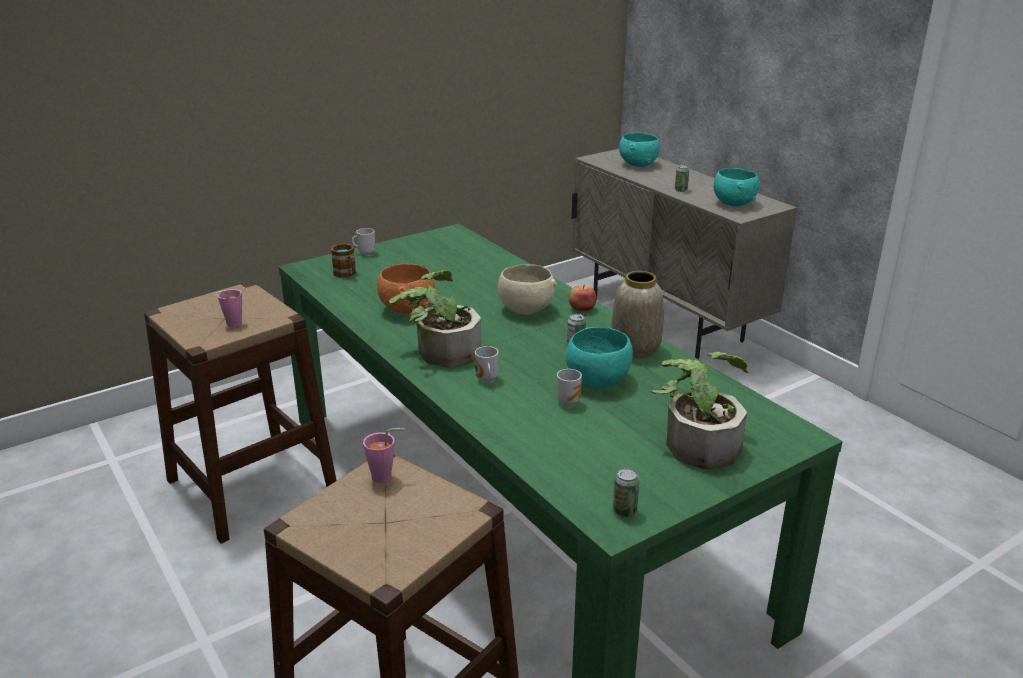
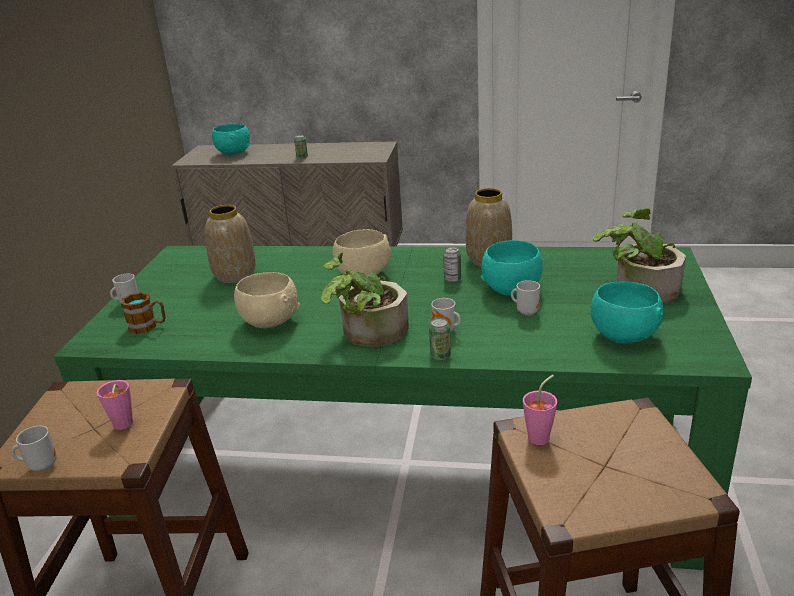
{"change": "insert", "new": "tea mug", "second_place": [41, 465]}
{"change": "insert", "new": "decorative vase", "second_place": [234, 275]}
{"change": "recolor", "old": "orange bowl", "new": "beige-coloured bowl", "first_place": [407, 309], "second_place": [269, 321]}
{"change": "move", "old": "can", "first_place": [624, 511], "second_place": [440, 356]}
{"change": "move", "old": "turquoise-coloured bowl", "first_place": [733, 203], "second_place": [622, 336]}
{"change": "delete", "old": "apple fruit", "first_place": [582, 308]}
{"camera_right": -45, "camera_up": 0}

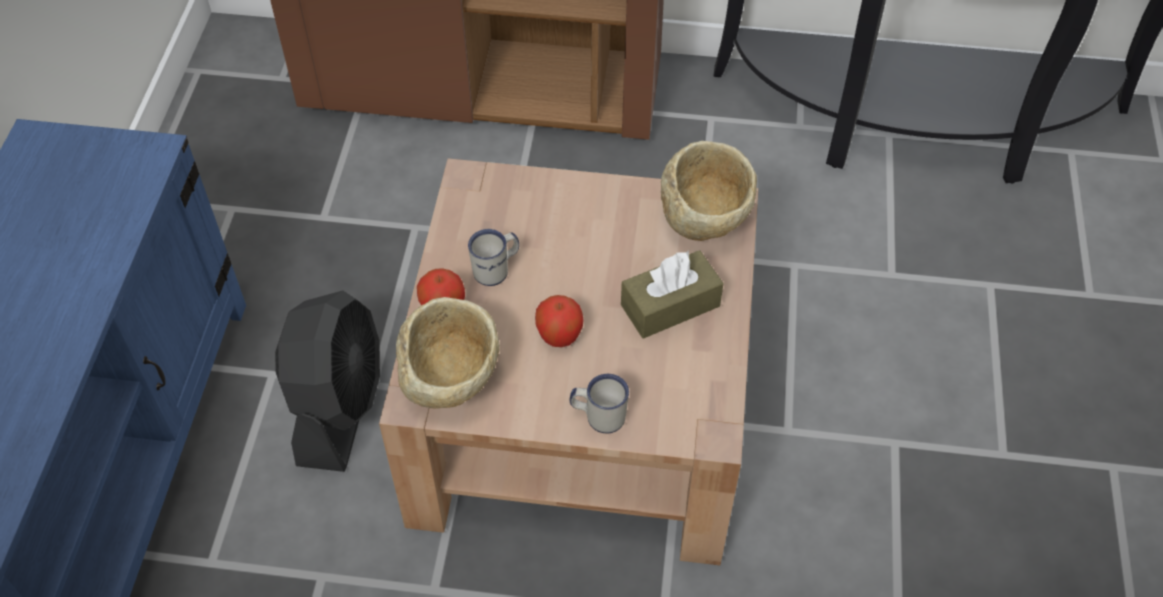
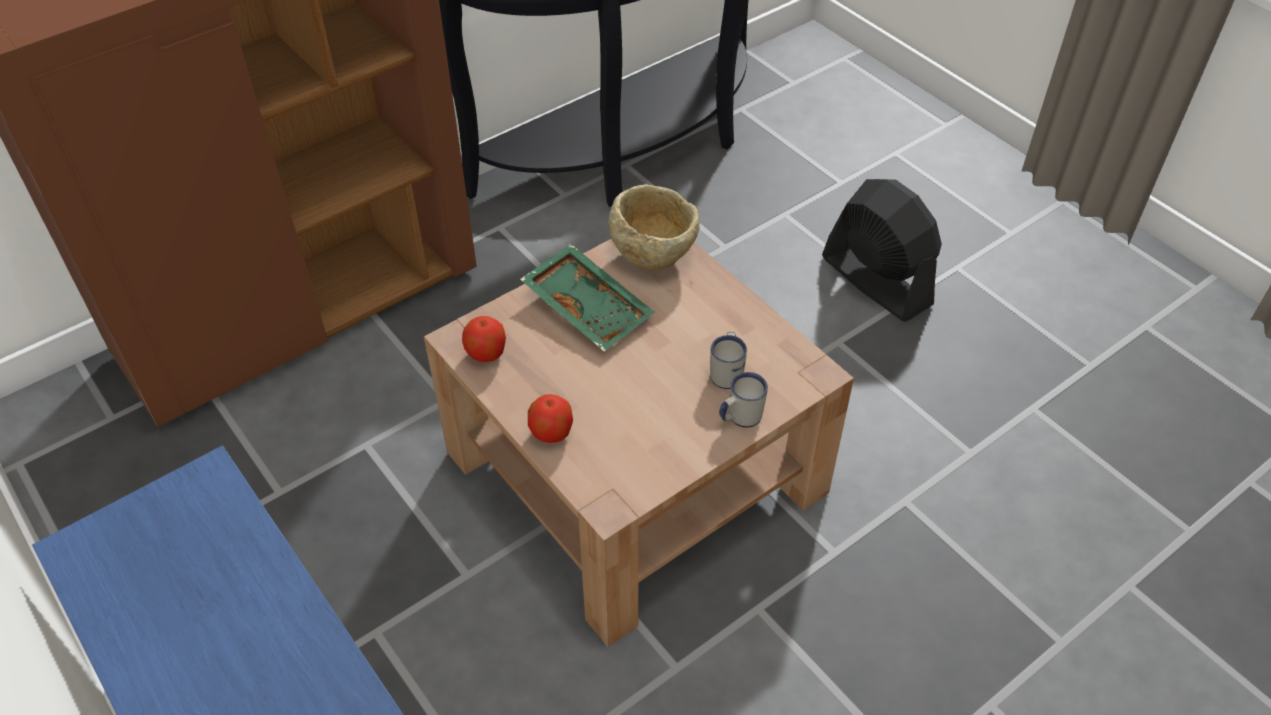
{"change": "move", "old": "apple fruit", "first_place": [559, 335], "second_place": [486, 353]}
{"change": "insert", "new": "green serving tray", "second_place": [589, 307]}
{"change": "move", "old": "white-coloured tea mug", "first_place": [496, 270], "second_place": [727, 372]}
{"change": "move", "old": "black-coloured cooling fan", "first_place": [339, 405], "second_place": [876, 280]}
{"change": "delete", "old": "beige-coloured bowl", "first_place": [451, 382]}
{"change": "delete", "old": "brownish tissue box", "first_place": [670, 305]}
{"camera_right": -45, "camera_up": -5}

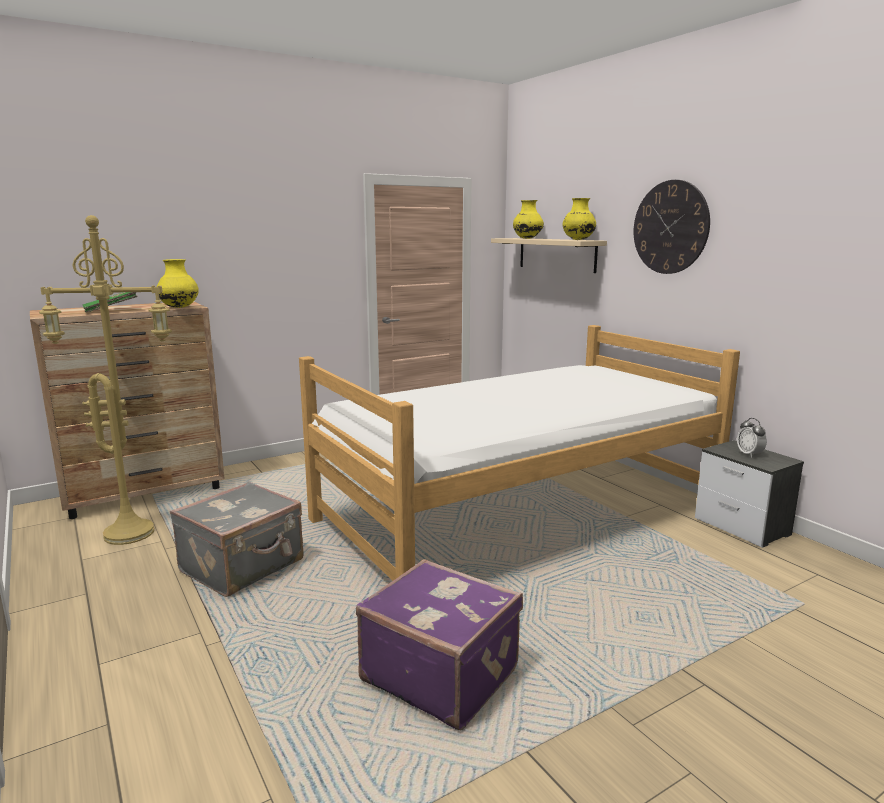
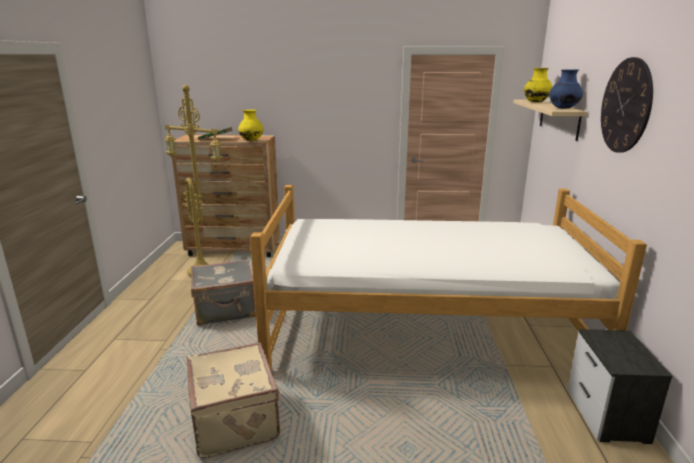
{"change": "recolor", "old": "purple-coloured suitcase", "new": "beige-coloured suitcase", "first_place": [441, 673], "second_place": [236, 419]}
{"change": "recolor", "old": "yellowish decorative vase", "new": "bluish decorative vase", "first_place": [578, 240], "second_place": [563, 108]}
{"change": "delete", "old": "alarm clock", "first_place": [749, 454]}
{"camera_right": 35, "camera_up": 5}

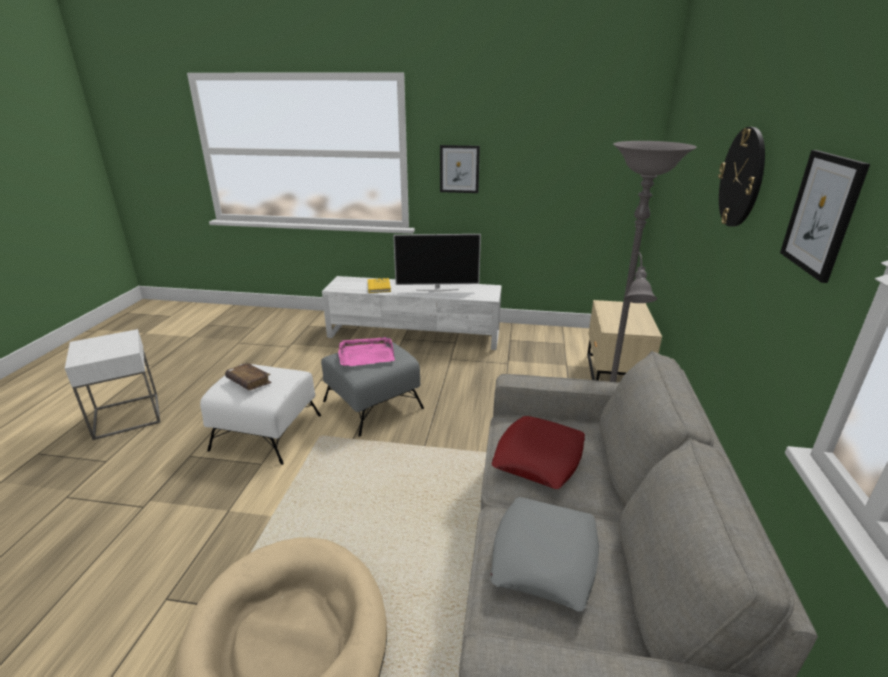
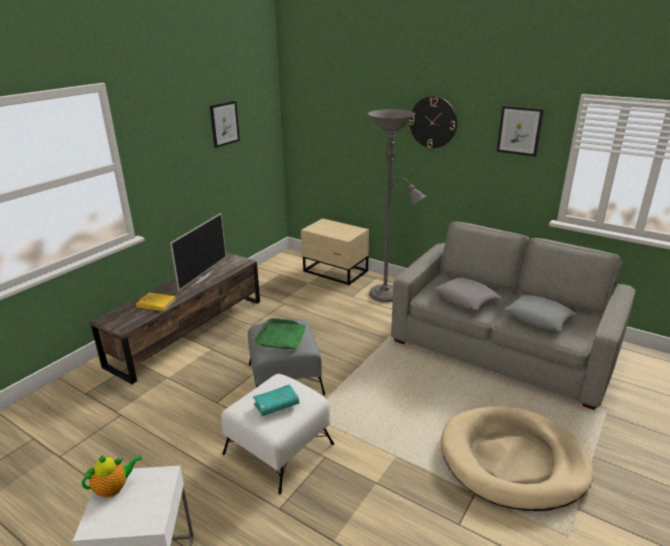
{"change": "insert", "new": "tea pot", "second_place": [114, 488]}
{"change": "recolor", "old": "white-coloured tv unit", "new": "brownish tv unit", "first_place": [415, 334], "second_place": [189, 331]}
{"change": "move", "old": "picture", "first_place": [459, 169], "second_place": [224, 123]}
{"change": "recolor", "old": "brownish volume", "new": "turquoise-coloured volume", "first_place": [249, 382], "second_place": [276, 405]}
{"change": "recolor", "old": "pink-coloured serving tray", "new": "green serving tray", "first_place": [366, 354], "second_place": [281, 336]}
{"change": "recolor", "old": "red cushion", "new": "gray cushion", "first_place": [539, 458], "second_place": [466, 298]}
{"camera_right": -65, "camera_up": 0}

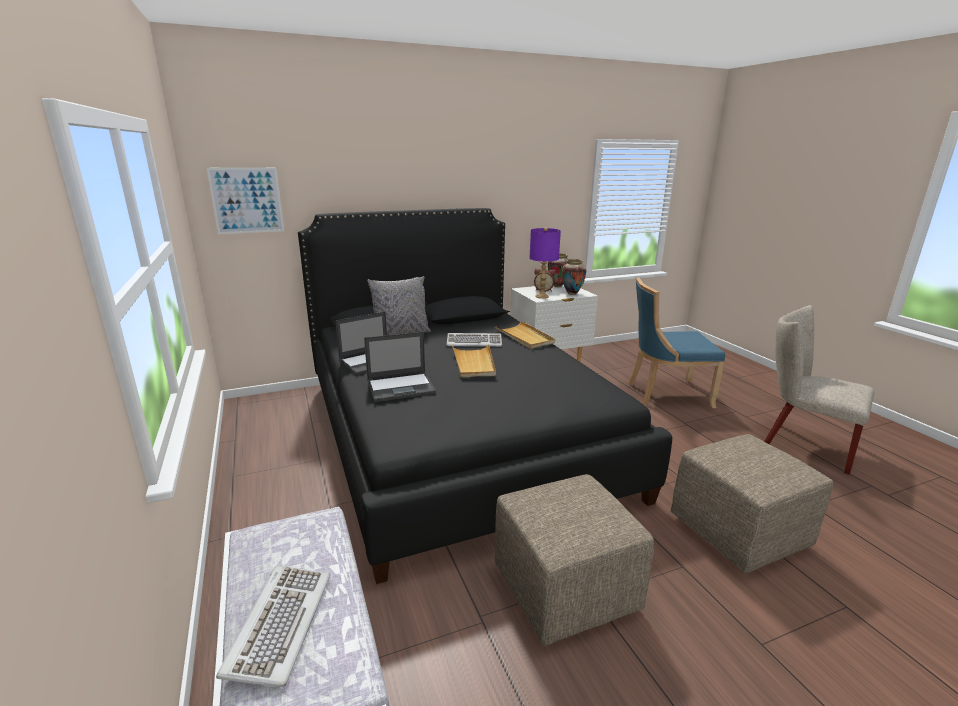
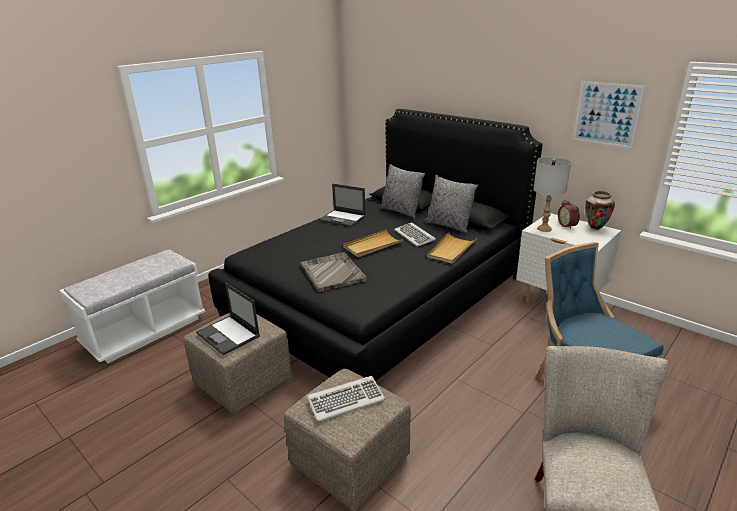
{"change": "move", "old": "portable computer", "first_place": [401, 387], "second_place": [228, 335]}
{"change": "insert", "new": "gray serving tray", "second_place": [332, 273]}
{"change": "move", "old": "keyboard", "first_place": [279, 624], "second_place": [346, 400]}
{"change": "insert", "new": "gray cushion", "second_place": [448, 226]}
{"change": "recolor", "old": "purple-coloured lamp for a table", "new": "gray lamp for a table", "first_place": [541, 296], "second_place": [544, 229]}
{"change": "move", "old": "picture", "first_place": [247, 200], "second_place": [607, 114]}
{"change": "delete", "old": "decorative vase", "first_place": [572, 294]}
{"camera_right": 65, "camera_up": 5}

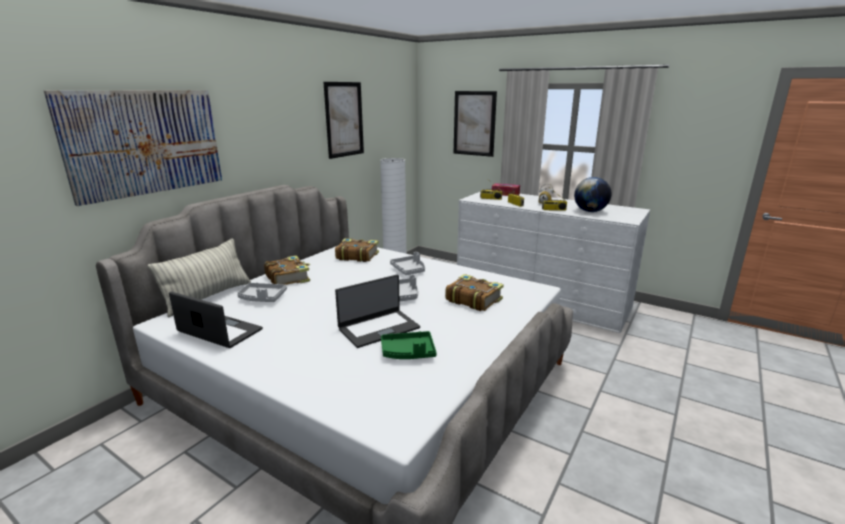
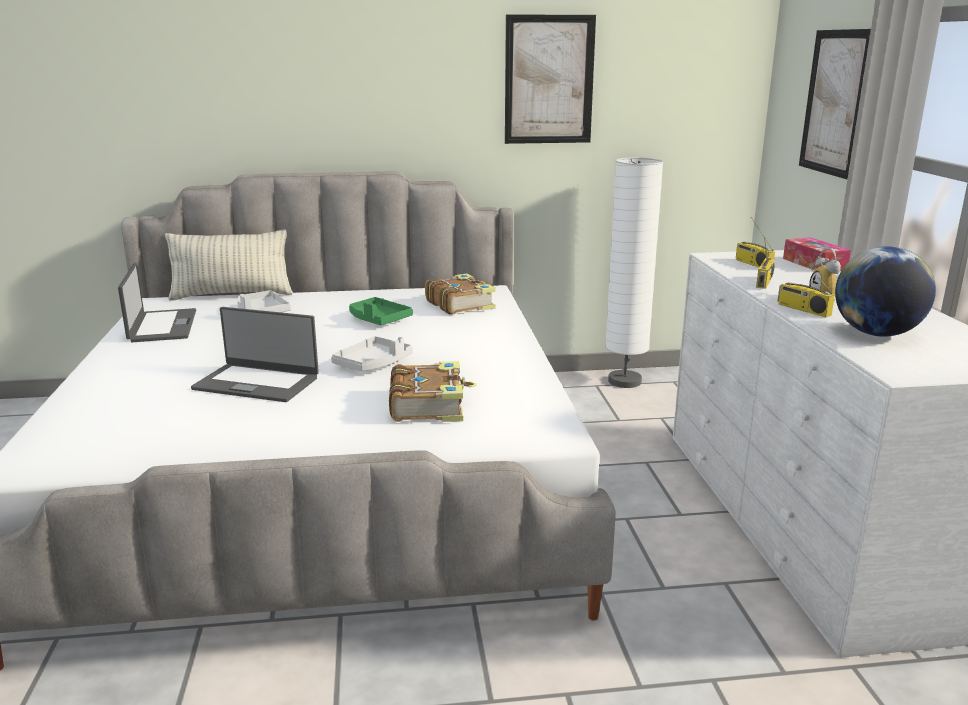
{"change": "move", "old": "green serving tray", "first_place": [408, 352], "second_place": [378, 319]}
{"change": "delete", "old": "picture", "first_place": [146, 142]}
{"change": "delete", "old": "volume", "first_place": [288, 278]}
{"change": "delete", "old": "gray serving tray", "first_place": [409, 270]}
{"camera_right": 50, "camera_up": 0}

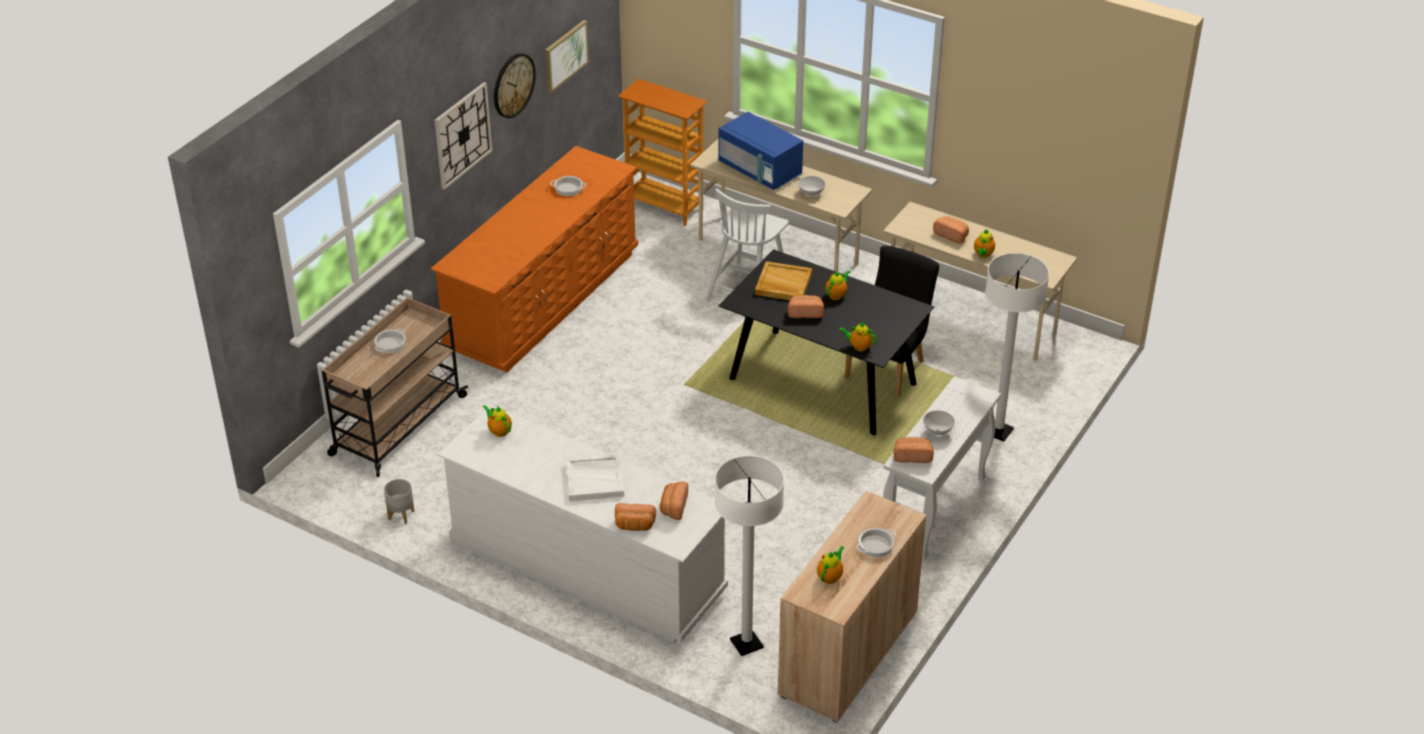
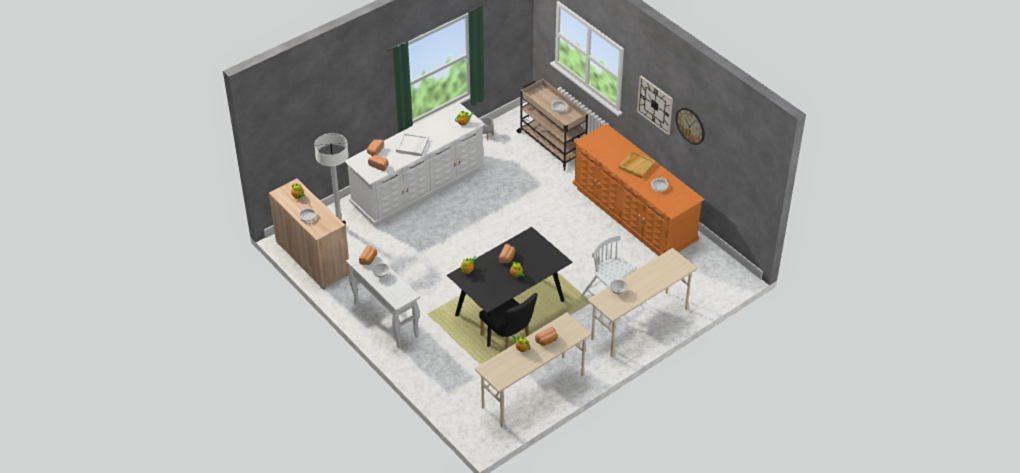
{"change": "move", "old": "beige-coloured serving tray", "first_place": [783, 284], "second_place": [637, 165]}
{"change": "delete", "old": "picture", "first_place": [565, 55]}
{"change": "delete", "old": "shelving unit", "first_place": [665, 206]}
{"change": "delete", "old": "bluish kitchen microwave", "first_place": [760, 171]}
{"change": "delete", "old": "white-coloured standing lamp", "first_place": [998, 431]}
{"camera_right": 110, "camera_up": 5}

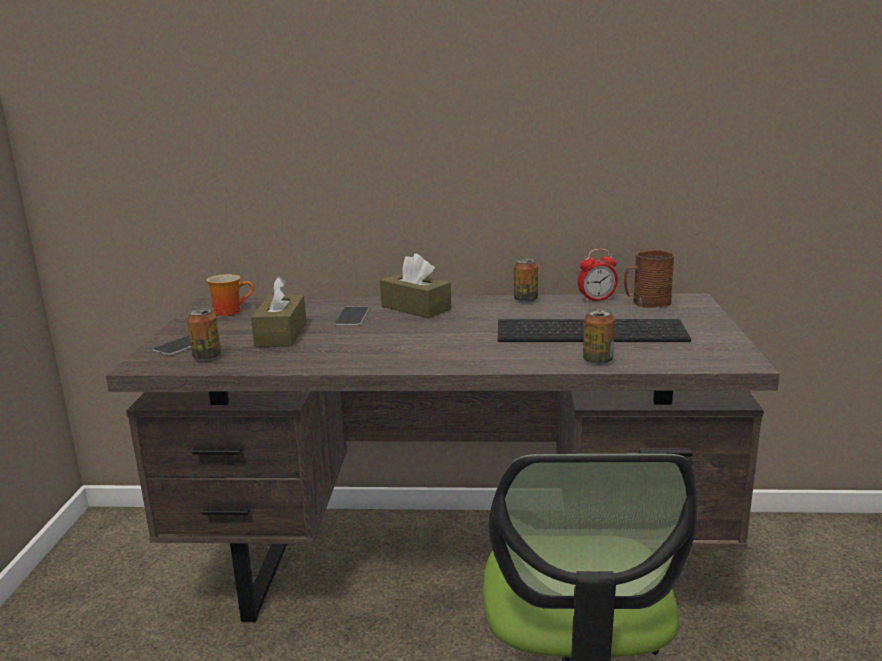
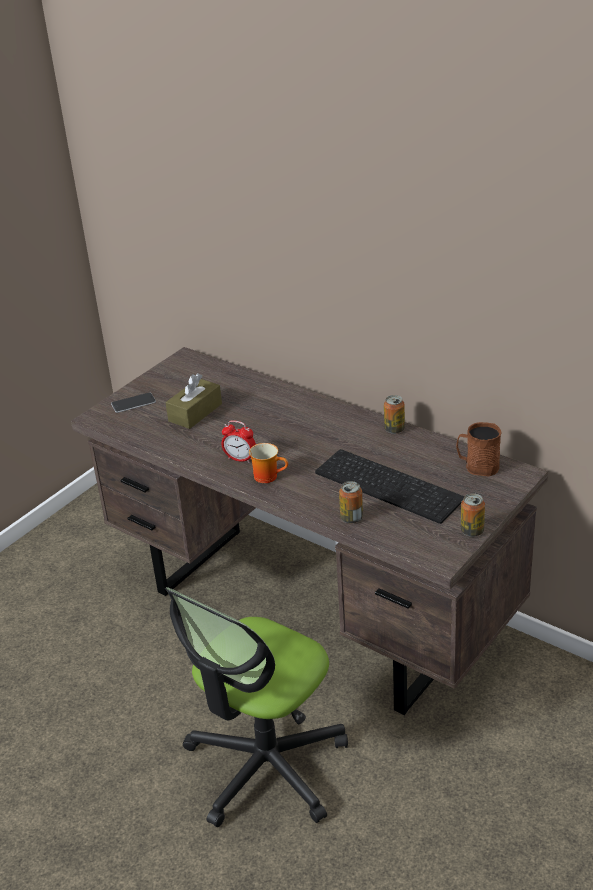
{"change": "move", "old": "alarm clock", "first_place": [596, 299], "second_place": [240, 459]}
{"change": "move", "old": "tea mug", "first_place": [231, 311], "second_place": [269, 476]}
{"change": "move", "old": "can", "first_place": [207, 357], "second_place": [472, 531]}
{"change": "delete", "old": "handset", "first_place": [352, 316]}
{"change": "delete", "old": "brownish tissue box", "first_place": [416, 308]}
{"camera_right": 35, "camera_up": 15}

